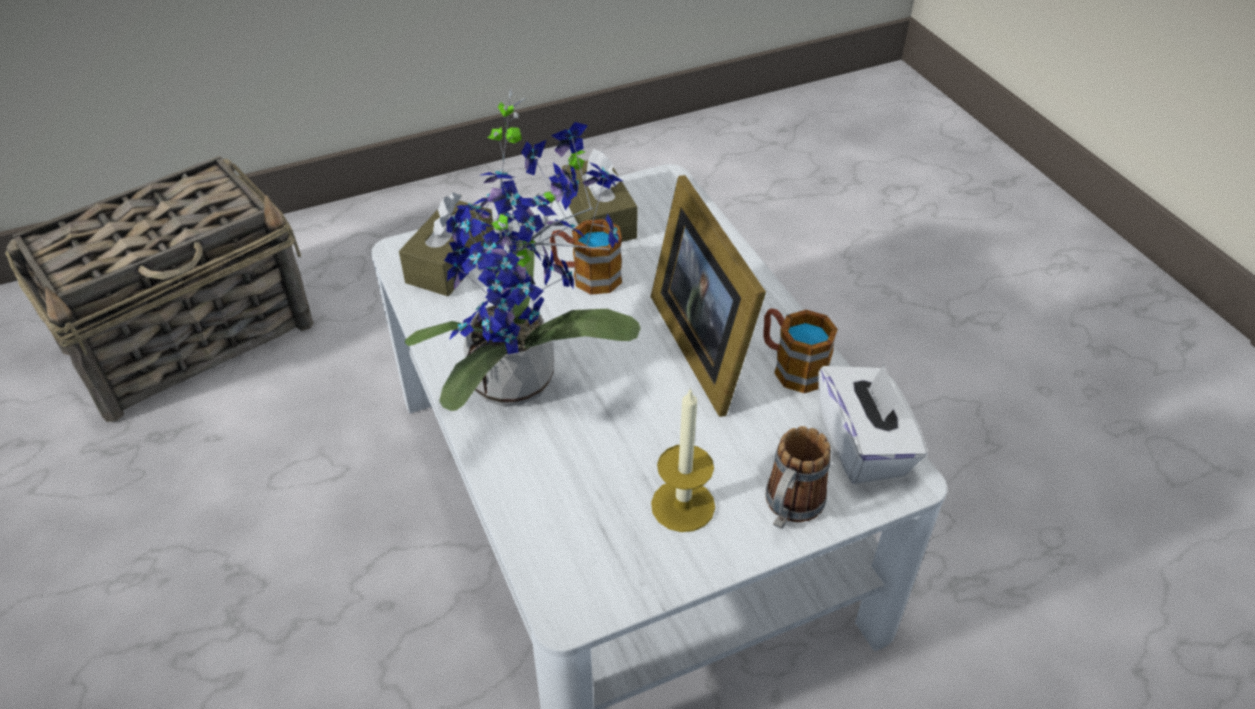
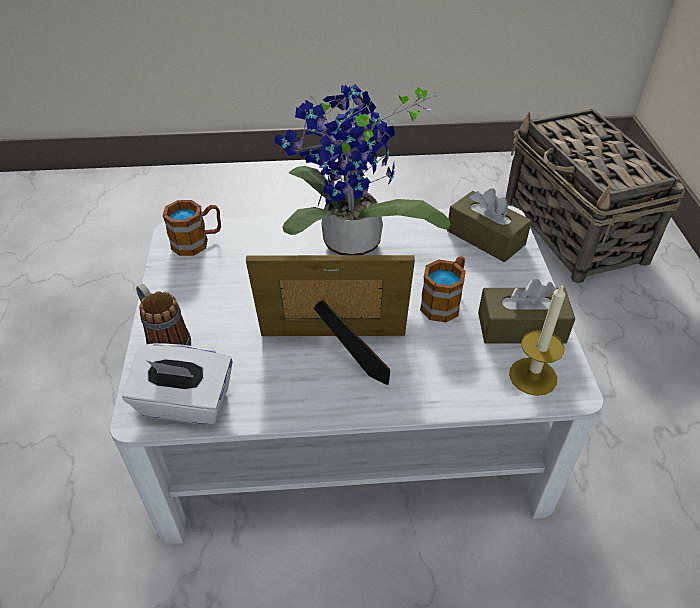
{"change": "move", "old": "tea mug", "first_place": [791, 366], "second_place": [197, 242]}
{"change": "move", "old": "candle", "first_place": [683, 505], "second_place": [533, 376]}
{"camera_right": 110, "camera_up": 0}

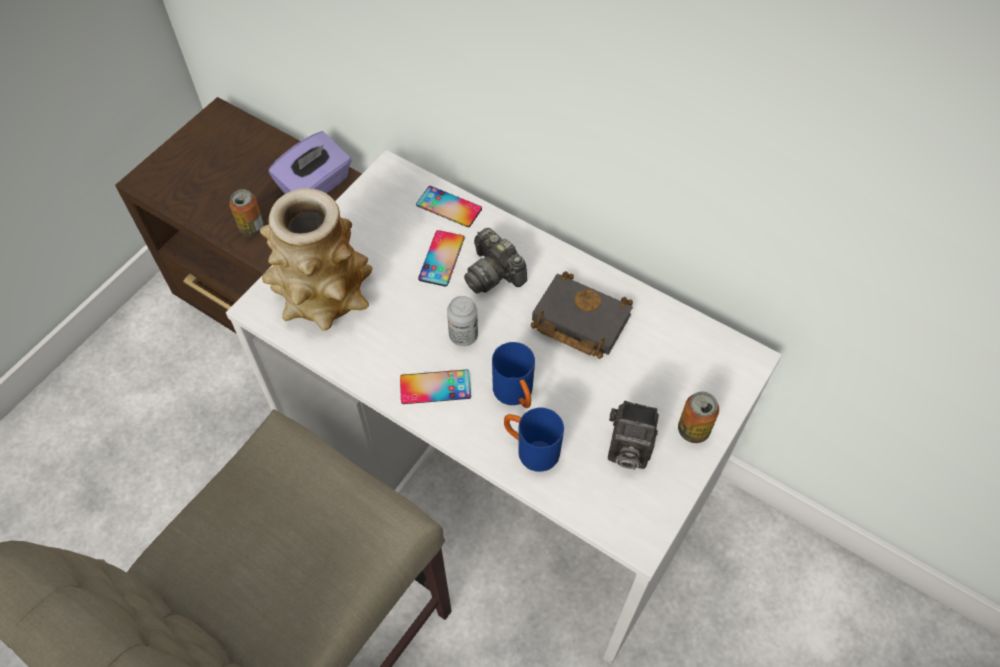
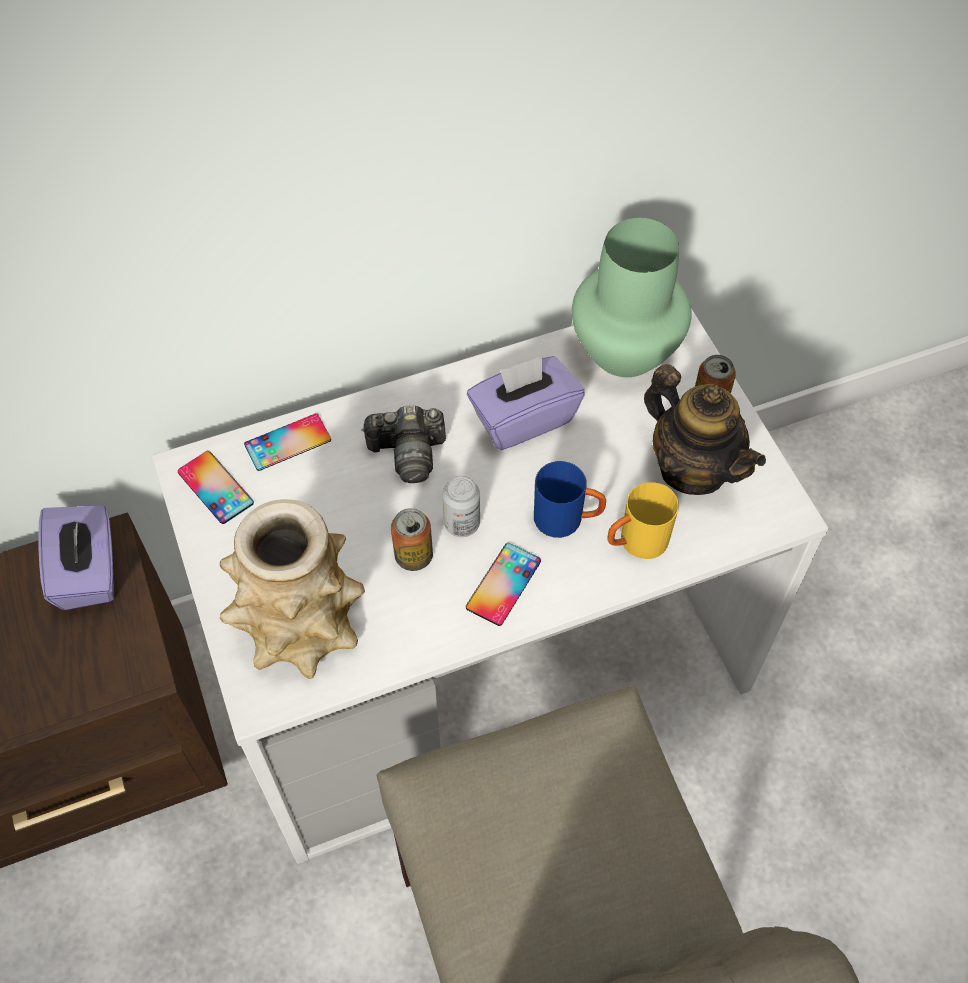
{"change": "move", "old": "handset", "first_place": [441, 258], "second_place": [215, 487]}
{"change": "move", "old": "can", "first_place": [251, 227], "second_place": [413, 556]}
{"change": "replace", "old": "black-coloured volume", "new": "purple-coloured tissue box", "first_place": [577, 321], "second_place": [523, 418]}
{"change": "insert", "new": "green decorative vase", "second_place": [623, 352]}
{"change": "recolor", "old": "bluish tea mug", "new": "yellowish tea mug", "first_place": [530, 449], "second_place": [635, 543]}
{"change": "replace", "old": "still camera", "new": "tea pot", "first_place": [626, 451], "second_place": [692, 468]}
{"camera_right": -55, "camera_up": 0}

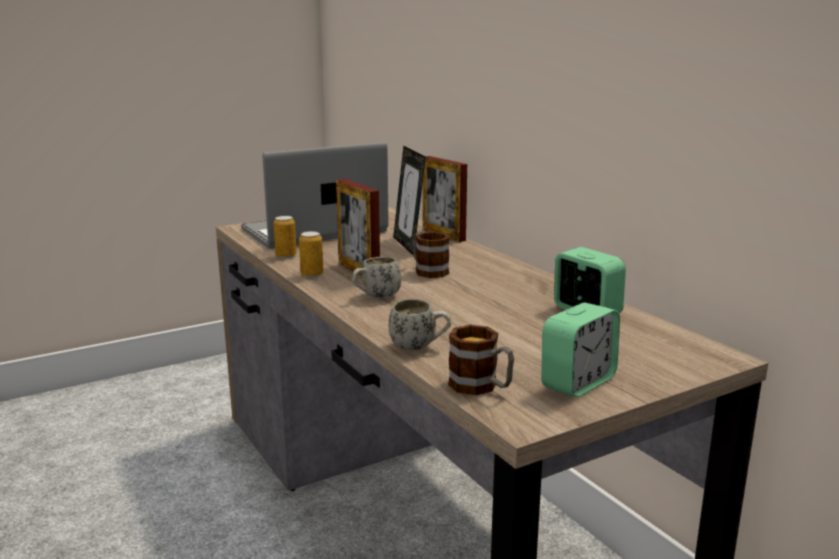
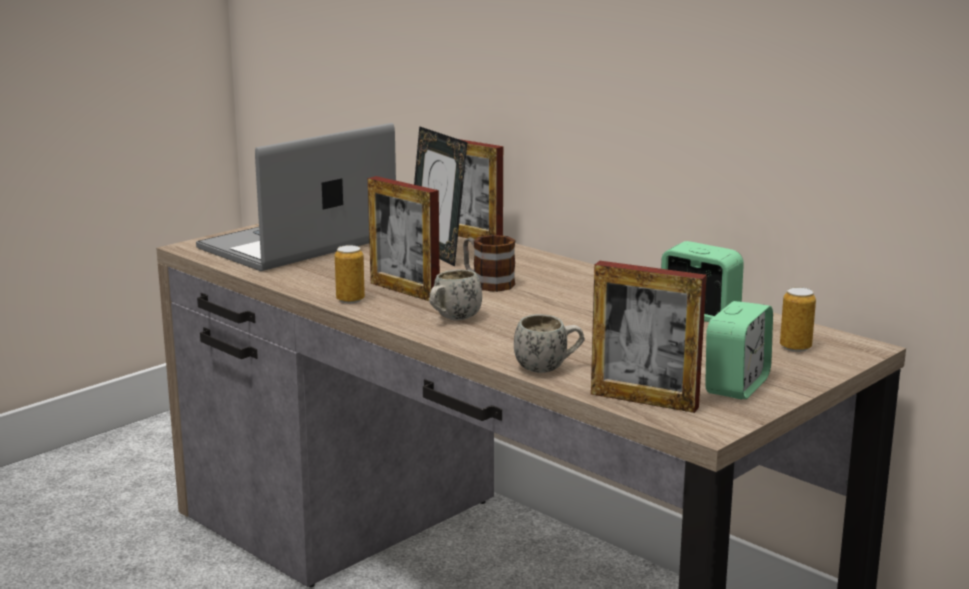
{"change": "replace", "old": "tea mug", "new": "picture frame", "first_place": [481, 387], "second_place": [644, 400]}
{"change": "move", "old": "can", "first_place": [286, 256], "second_place": [795, 347]}
{"camera_right": -15, "camera_up": 0}

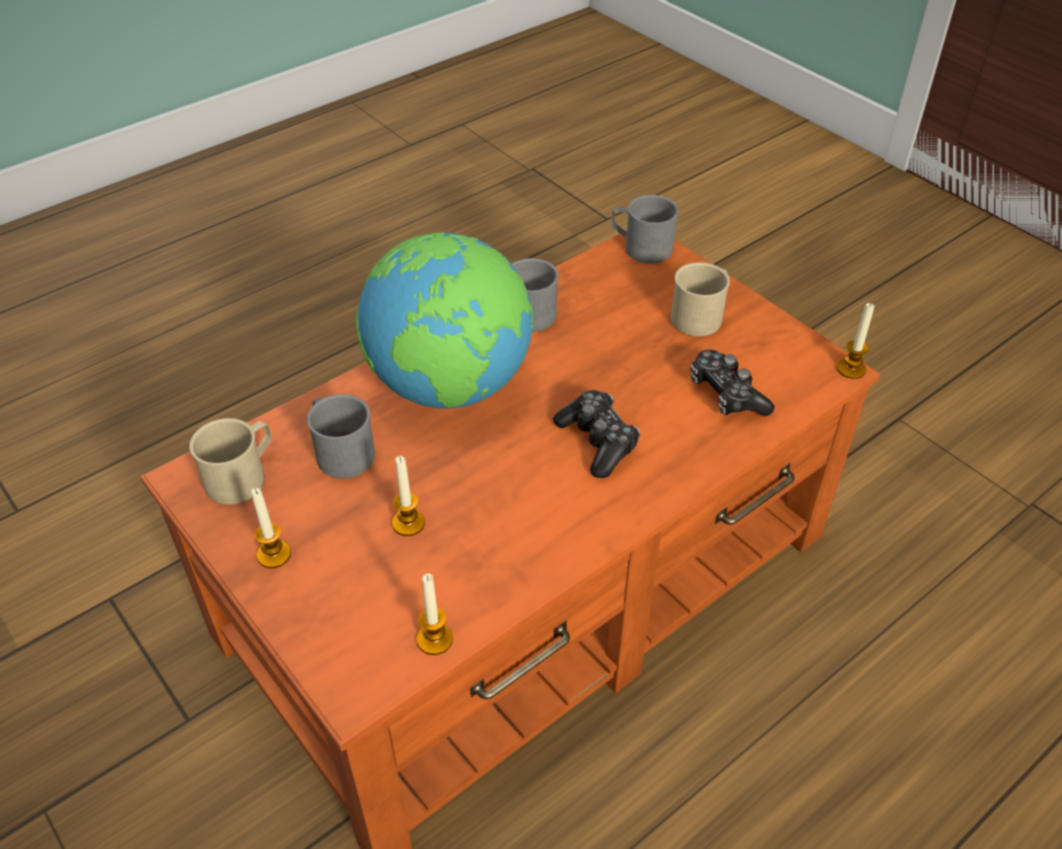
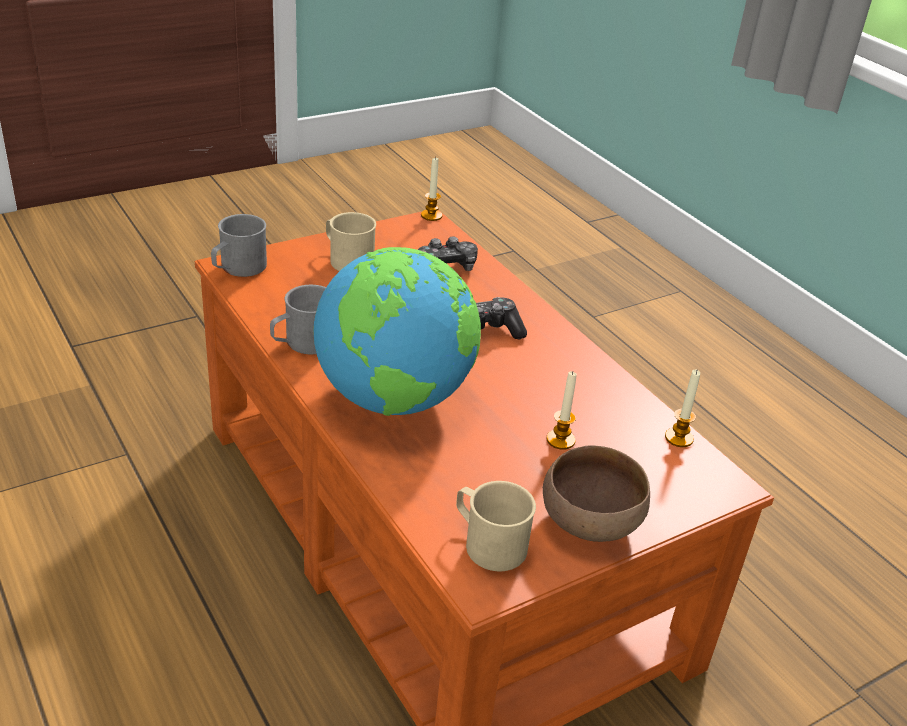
{"change": "replace", "old": "candle", "new": "brownish bowl", "first_place": [274, 554], "second_place": [591, 524]}
{"change": "delete", "old": "gray tea mug", "first_place": [341, 451]}
{"camera_right": -85, "camera_up": -10}

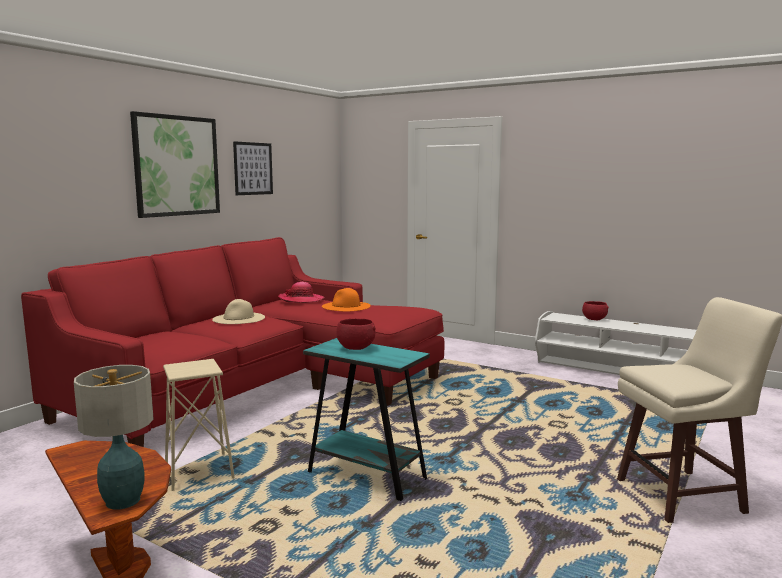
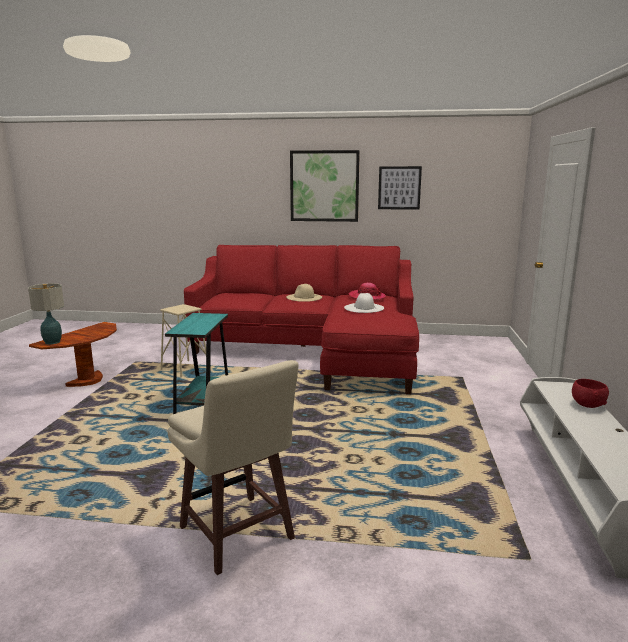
{"change": "recolor", "old": "orange wearable hat", "new": "white-coloured wearable hat", "first_place": [346, 306], "second_place": [364, 308]}
{"change": "delete", "old": "red bowl", "first_place": [355, 348]}
{"camera_right": 65, "camera_up": 5}

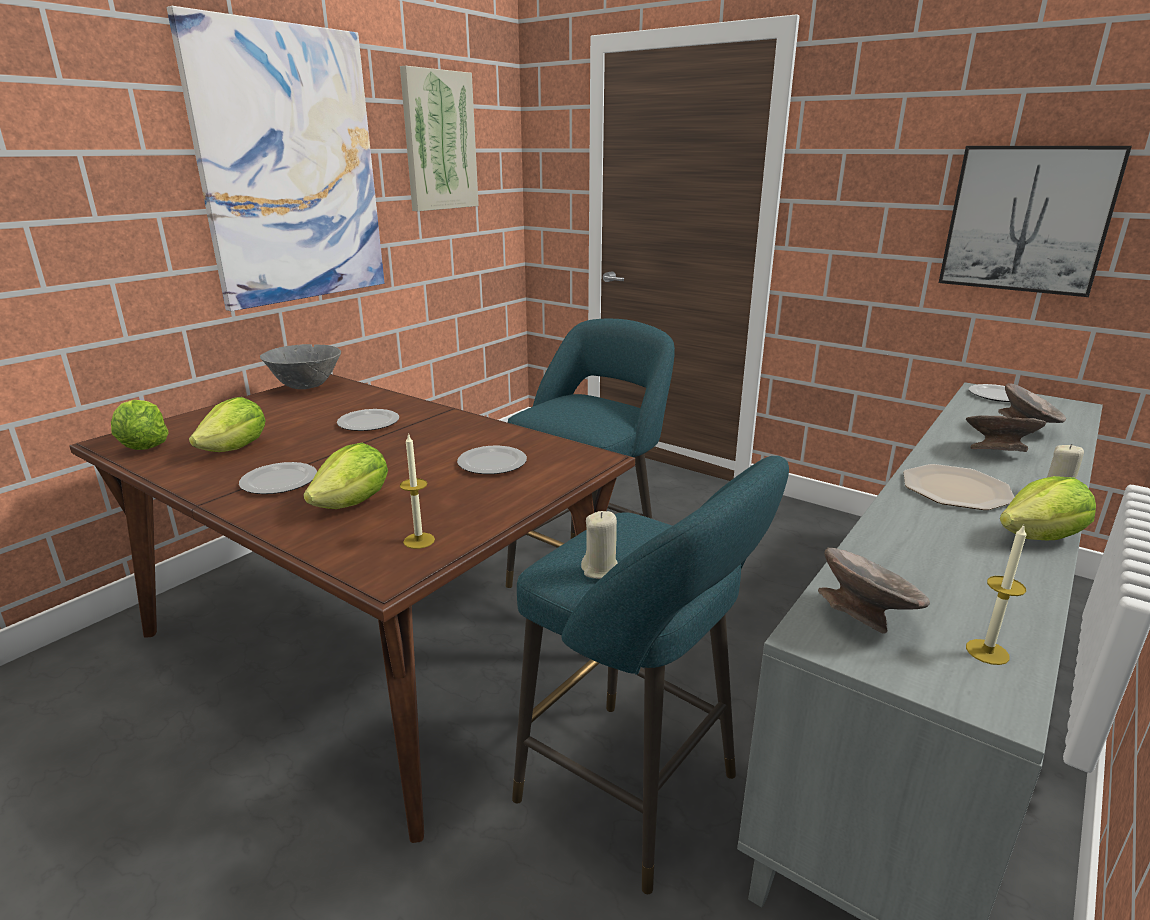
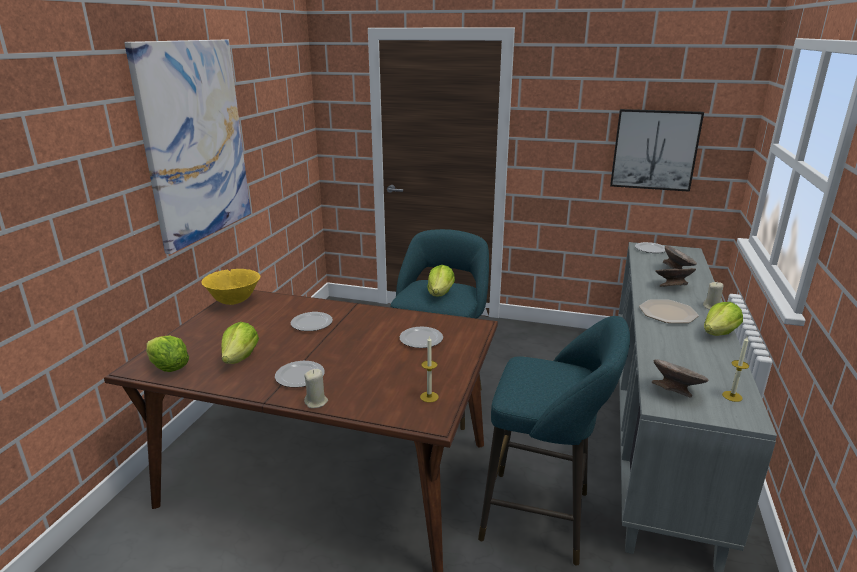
{"change": "recolor", "old": "gray bowl", "new": "yellowish bowl", "first_place": [305, 387], "second_place": [234, 302]}
{"change": "move", "old": "beige-coloured candle", "first_place": [601, 570], "second_place": [316, 402]}
{"change": "move", "old": "lettuce head", "first_place": [353, 503], "second_place": [440, 294]}
{"change": "delete", "old": "picture", "first_place": [439, 141]}
{"camera_right": -20, "camera_up": 0}

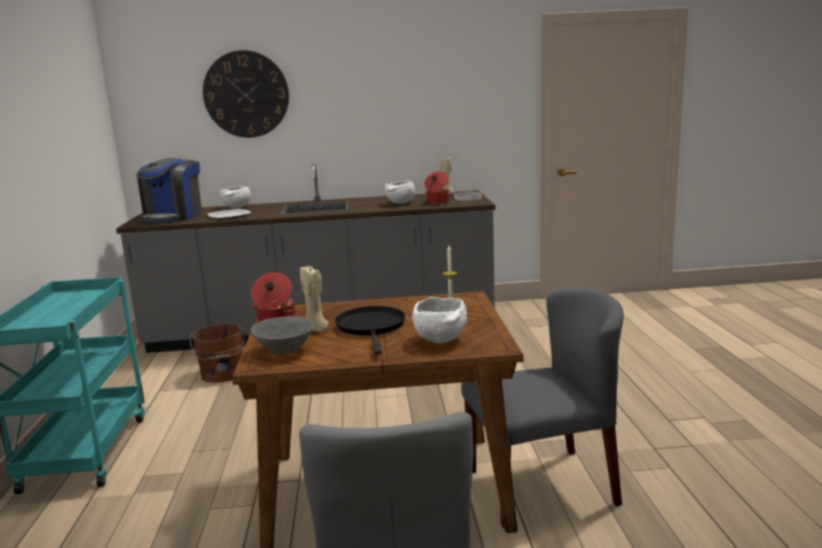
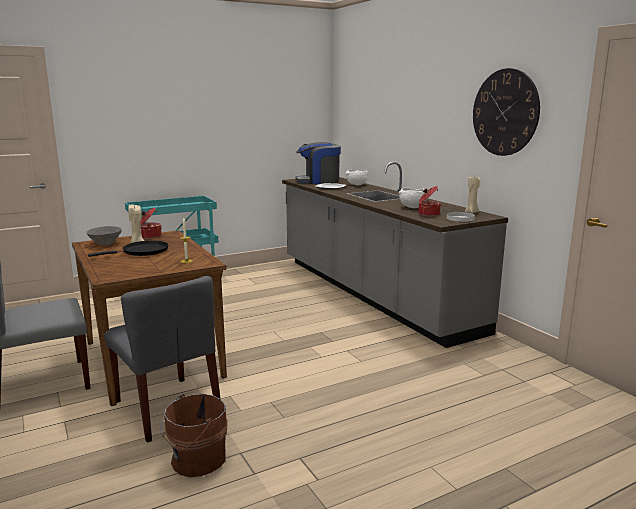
{"change": "move", "old": "brownish pail", "first_place": [222, 374], "second_place": [195, 460]}
{"change": "move", "old": "wall clock", "first_place": [246, 94], "second_place": [505, 112]}
{"change": "delete", "old": "white-coloured bowl", "first_place": [441, 340]}
{"camera_right": 65, "camera_up": 0}

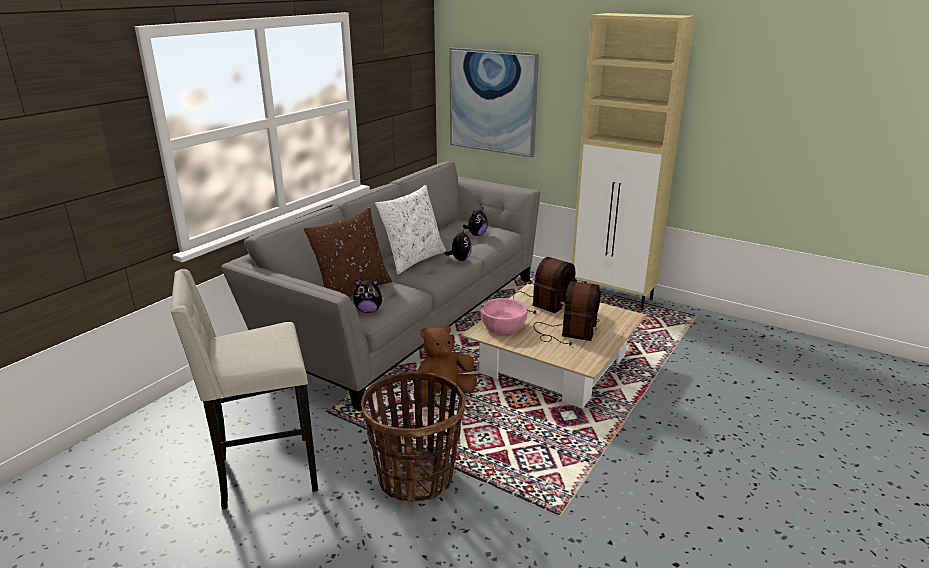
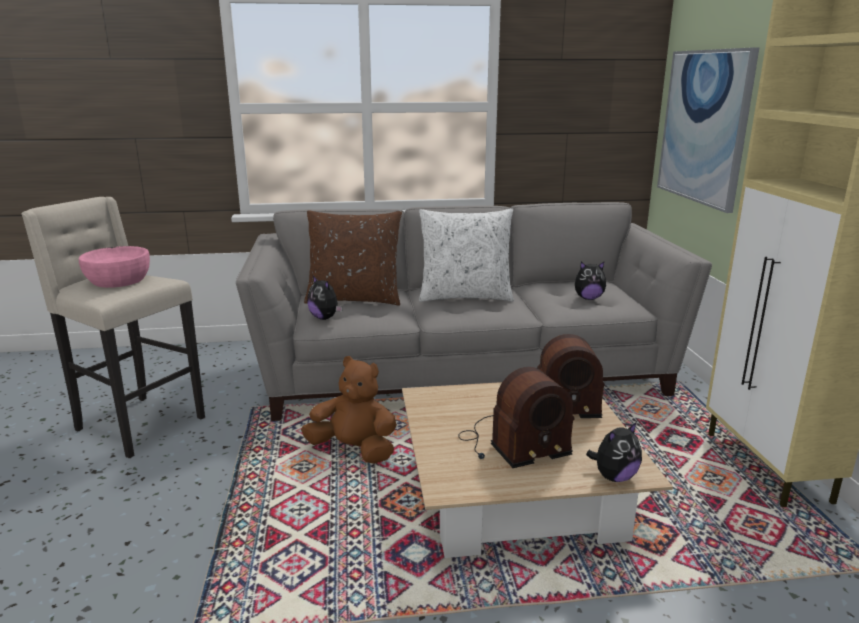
{"change": "move", "old": "pink-coloured bowl", "first_place": [503, 326], "second_place": [118, 280]}
{"change": "move", "old": "soft toy", "first_place": [460, 259], "second_place": [614, 477]}
{"change": "delete", "old": "household basket", "first_place": [416, 478]}
{"camera_right": 50, "camera_up": -5}

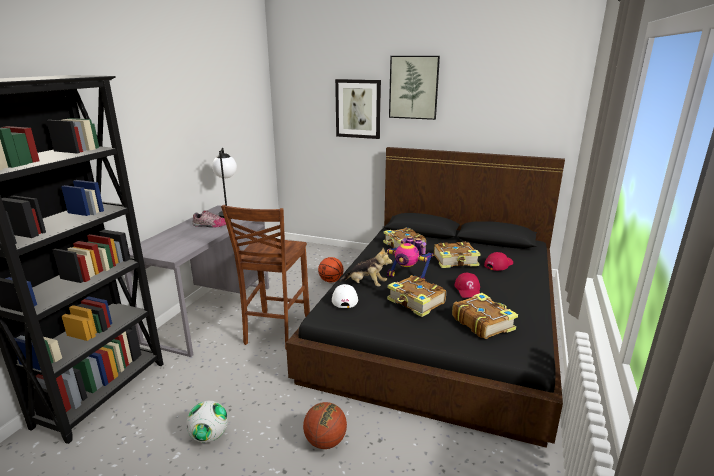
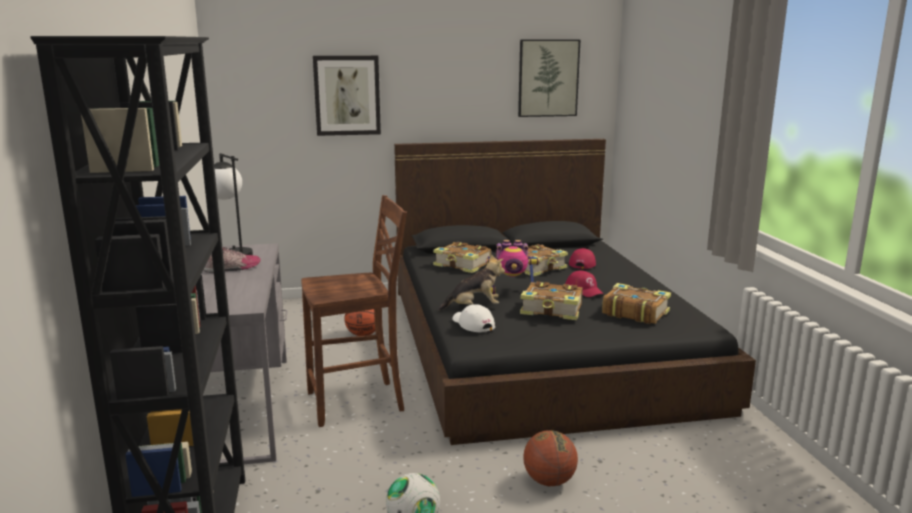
{"change": "rotate", "old": "brownish upright chair", "first_place": [275, 331], "second_place": [358, 403], "degrees": -90}
{"change": "move", "old": "picture", "first_place": [413, 87], "second_place": [548, 78]}
{"camera_right": -30, "camera_up": -5}

